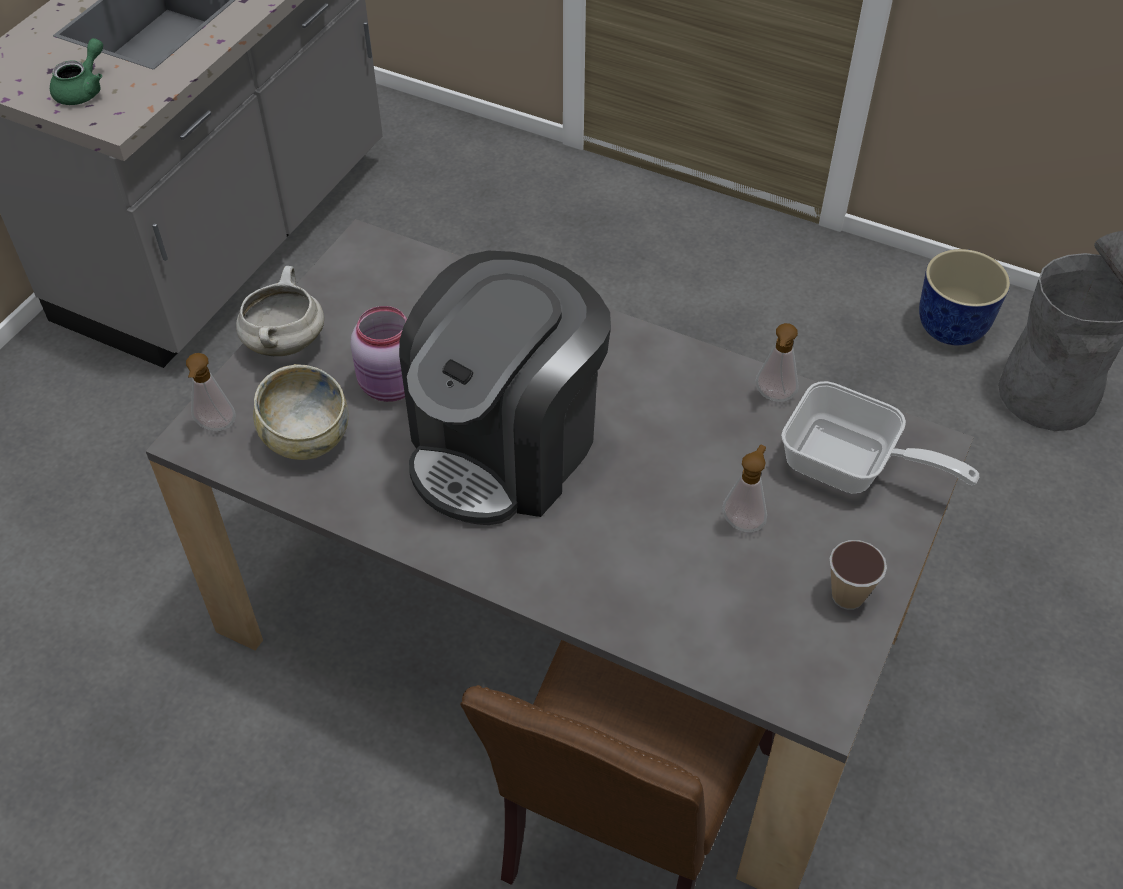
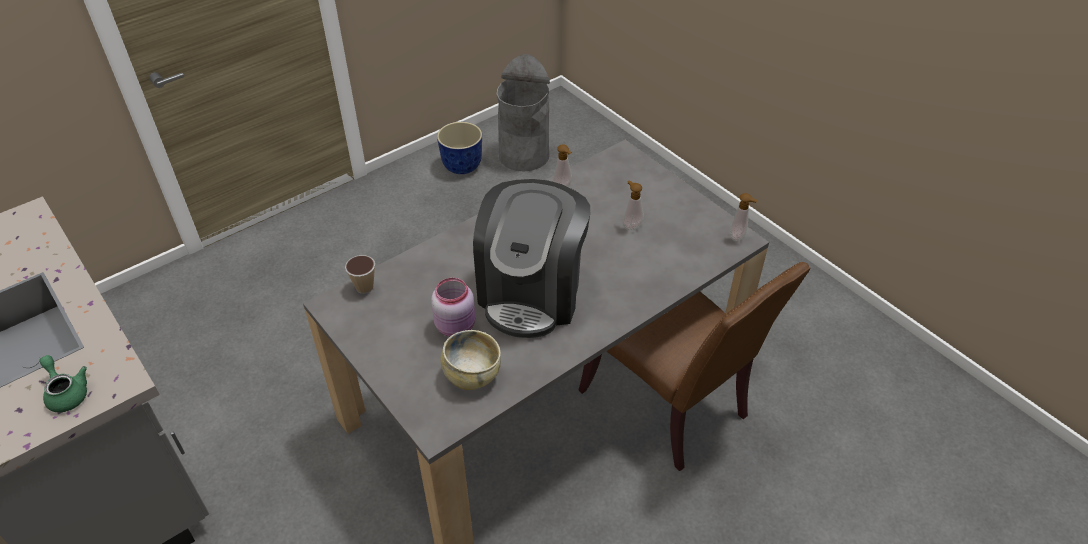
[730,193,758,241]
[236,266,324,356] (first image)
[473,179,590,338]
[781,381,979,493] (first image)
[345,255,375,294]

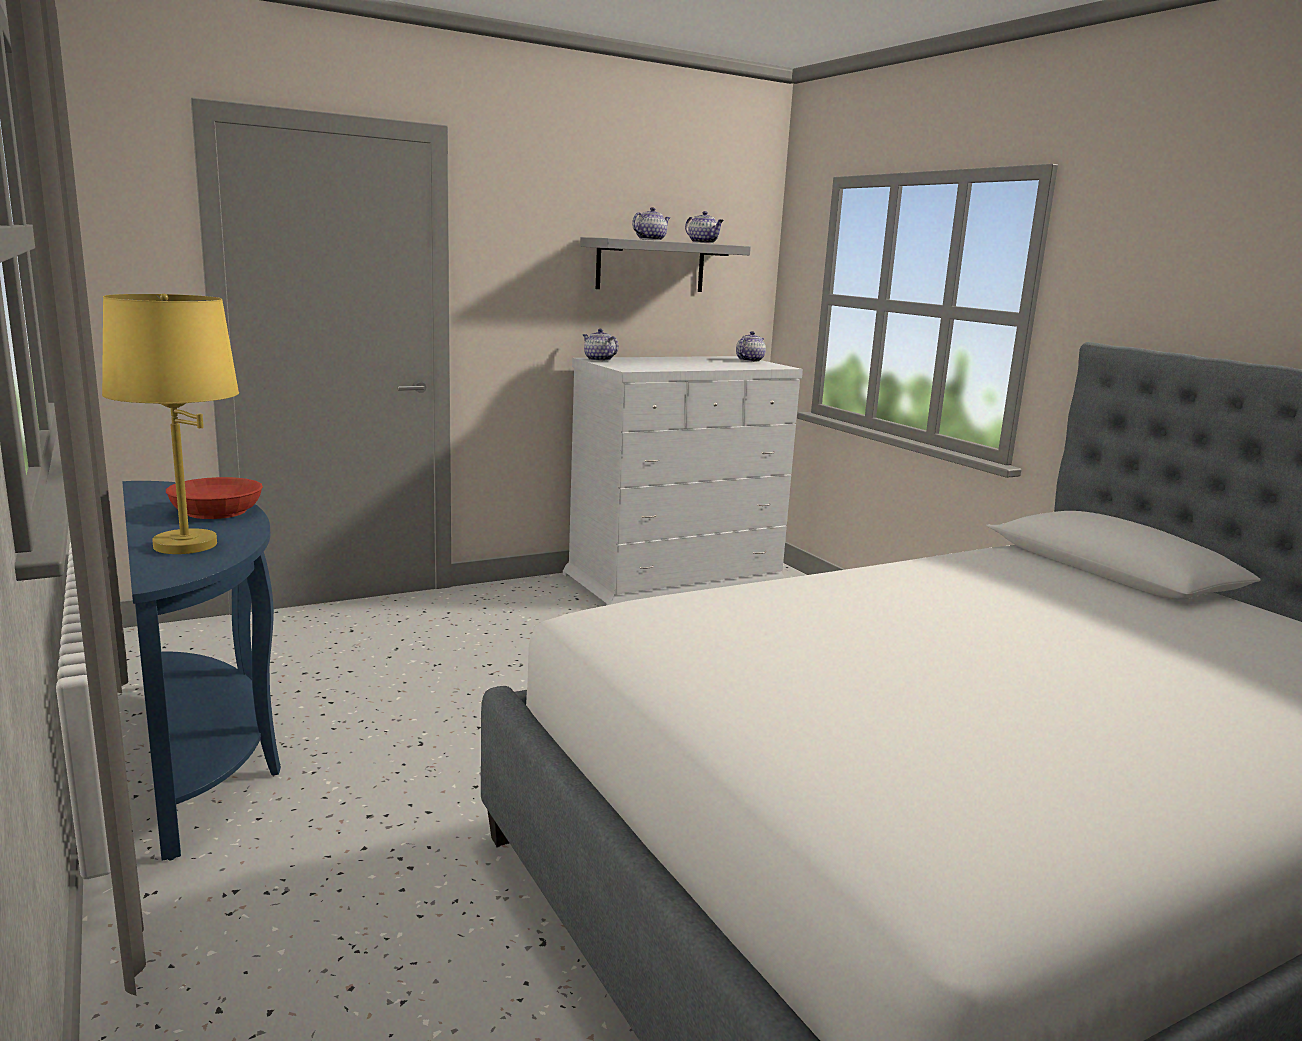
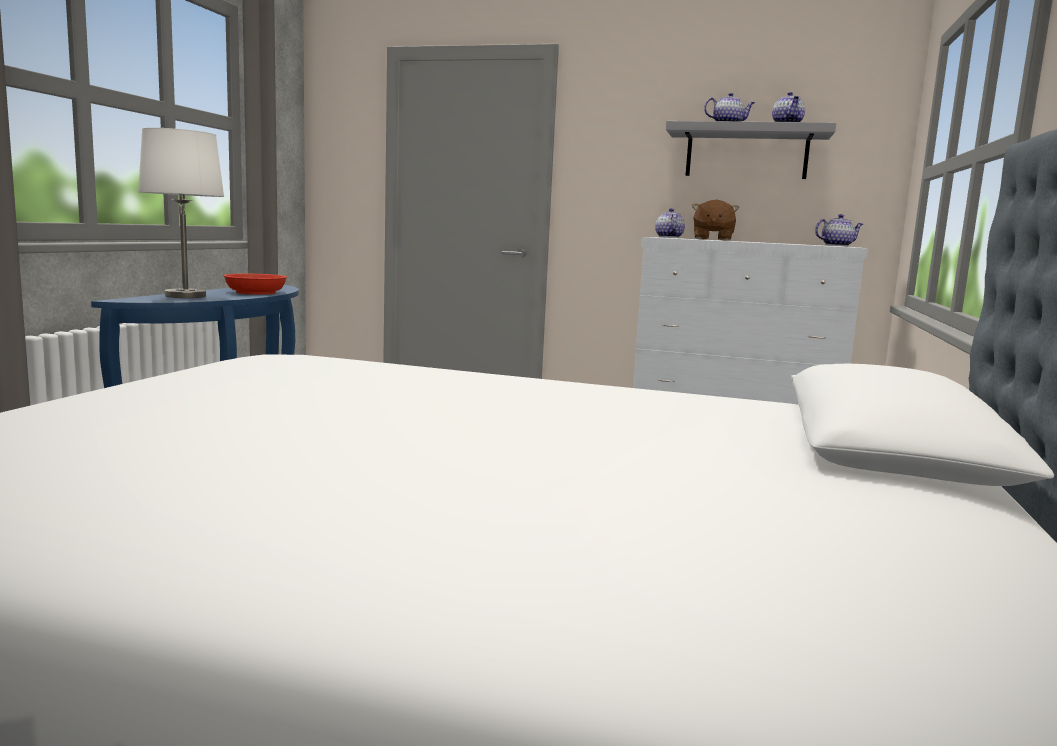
[138,128,224,298]
[692,199,739,240]

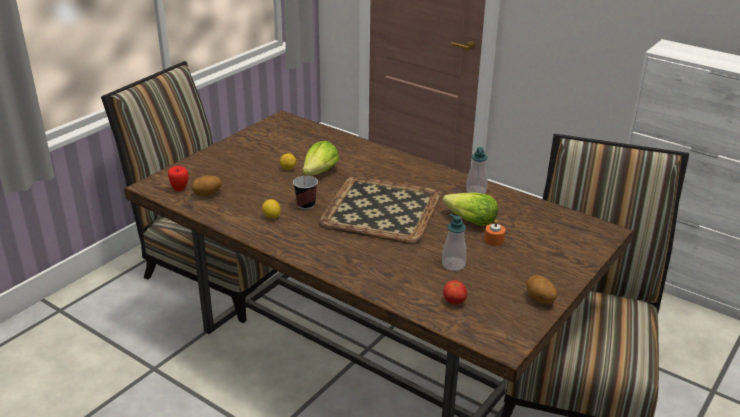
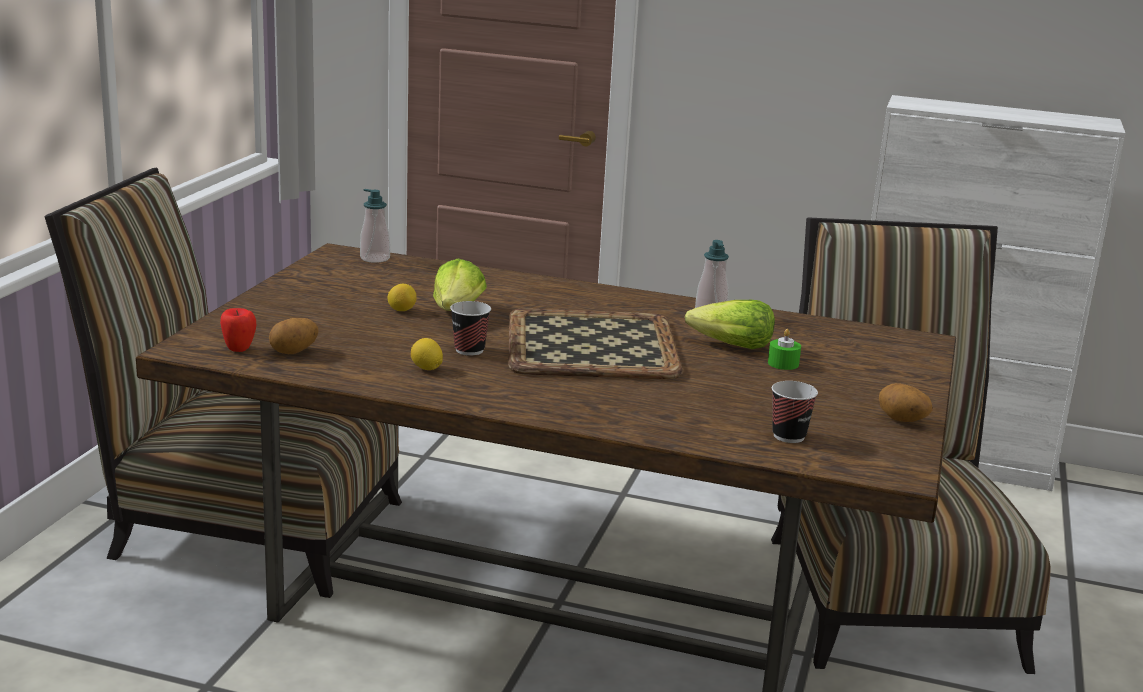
[360,189,390,263]
[772,381,818,443]
[768,329,801,370]

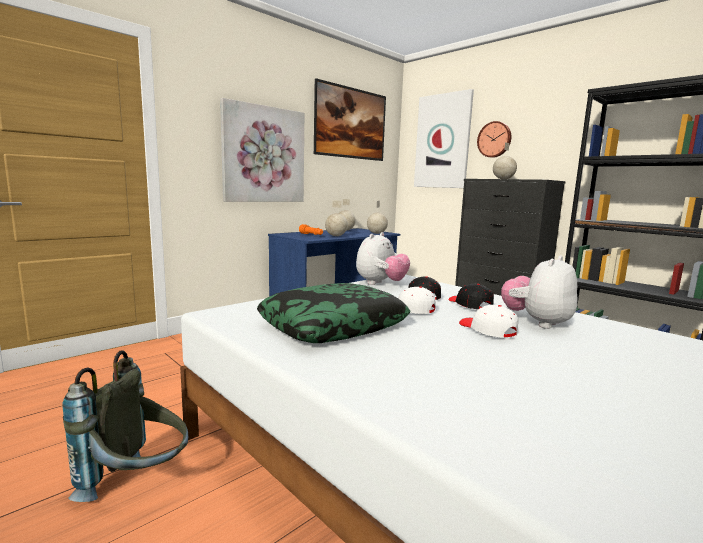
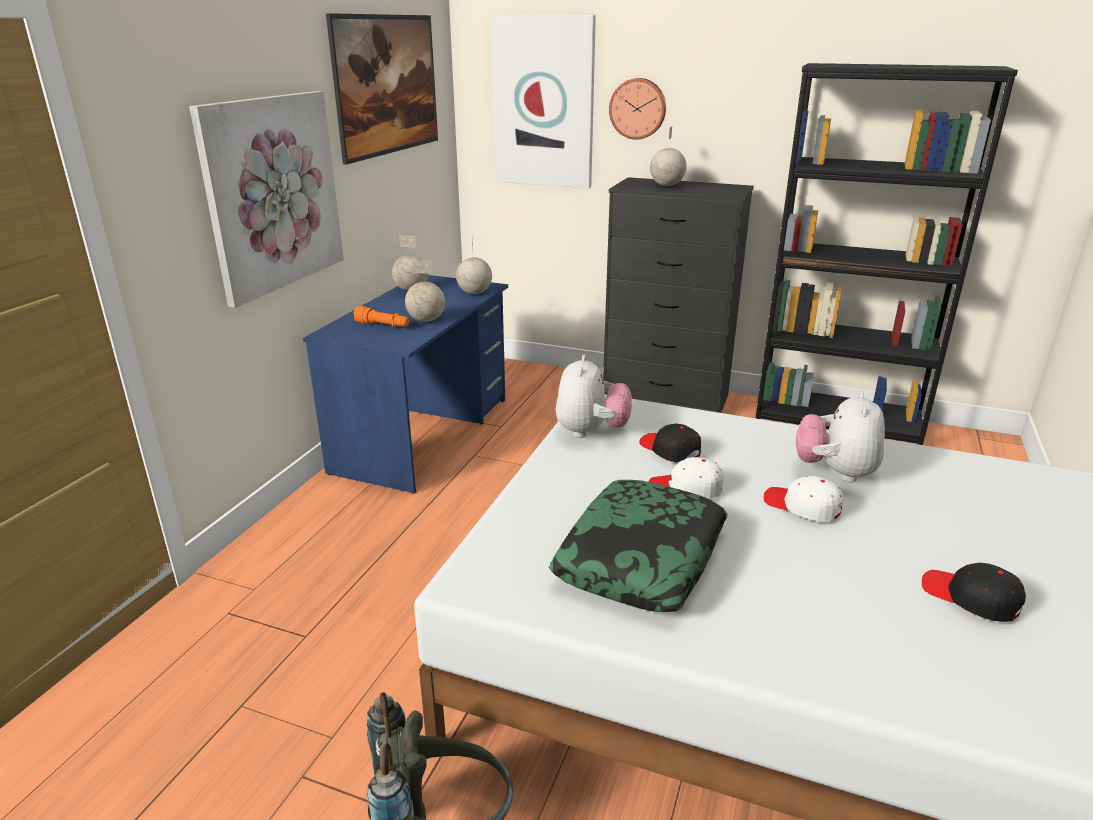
[922,563,1026,622]

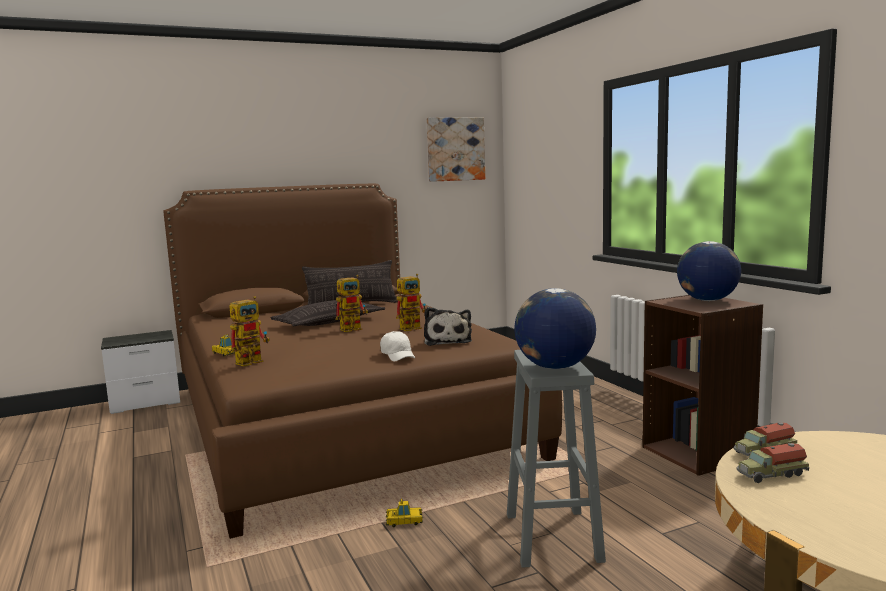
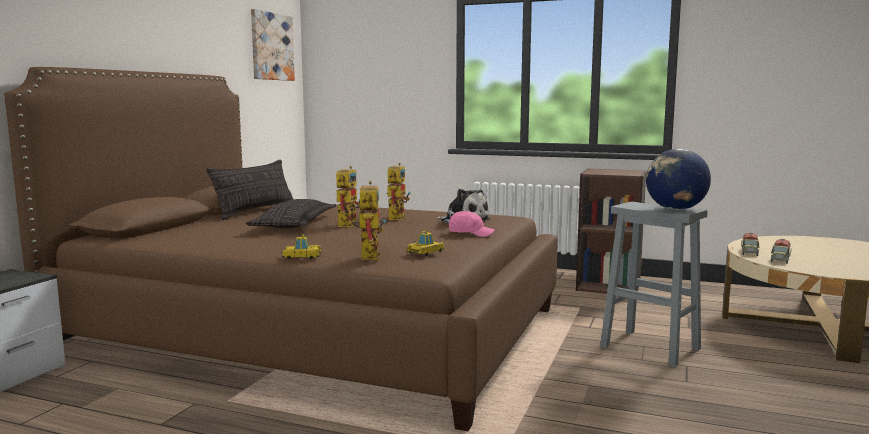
[449,211,495,237]
[407,230,444,256]
[677,241,741,301] (first image)

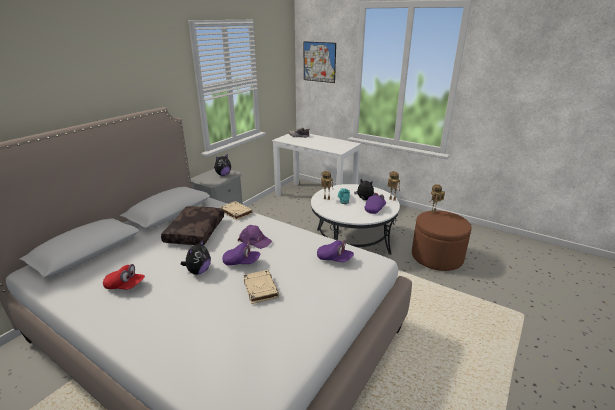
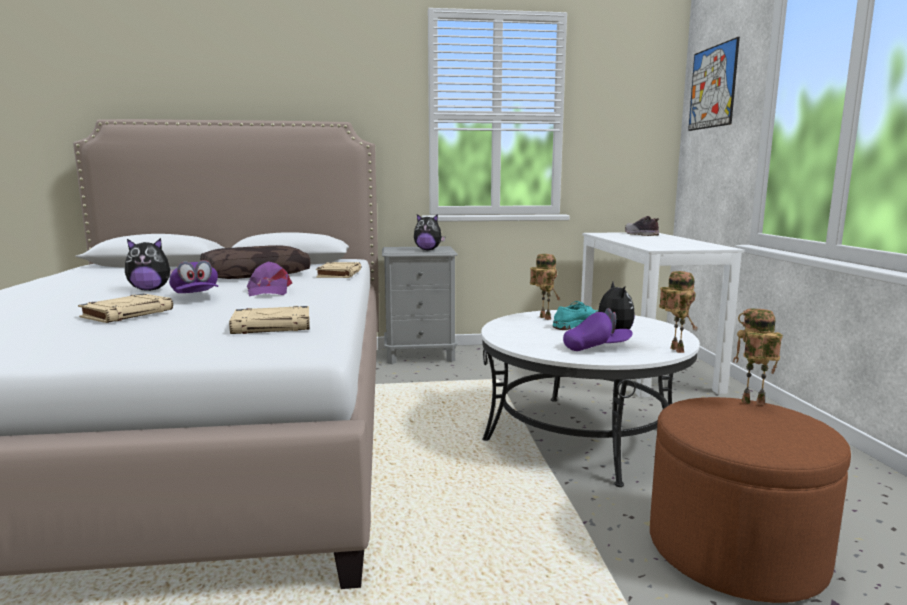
[103,264,145,290] (first image)
[229,306,310,334]

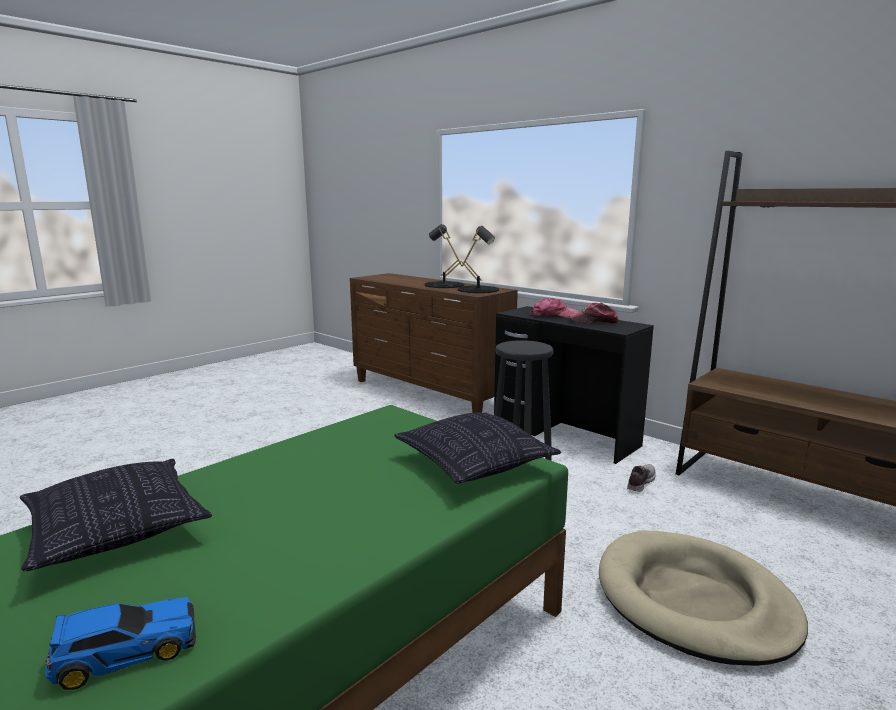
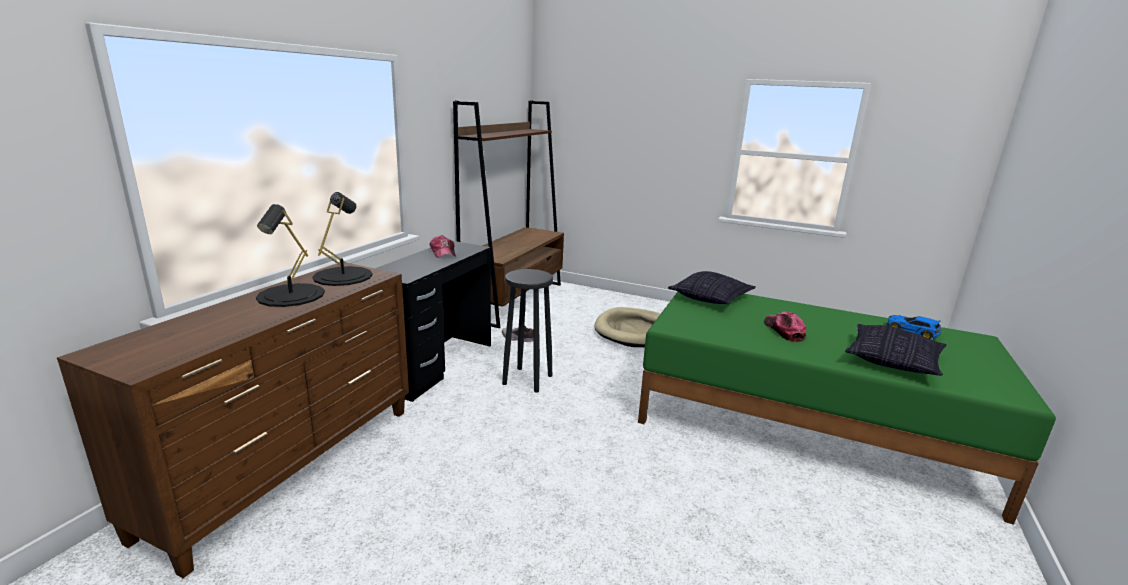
[764,312,806,342]

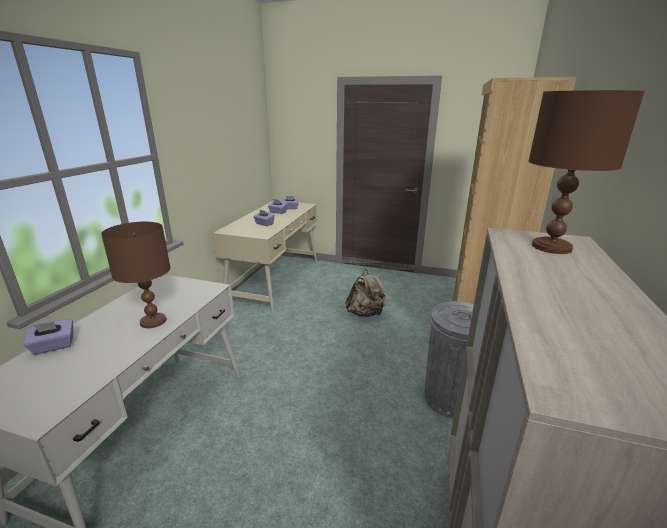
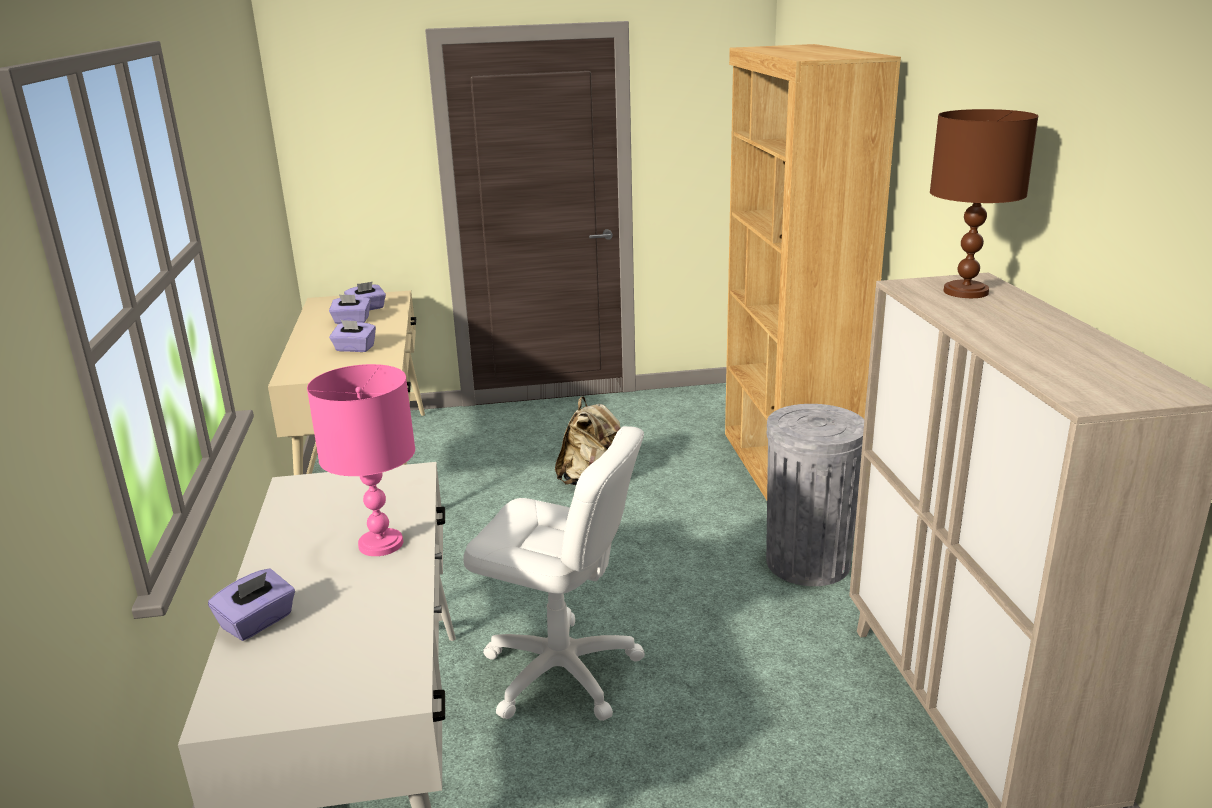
[307,364,415,556]
[463,426,645,721]

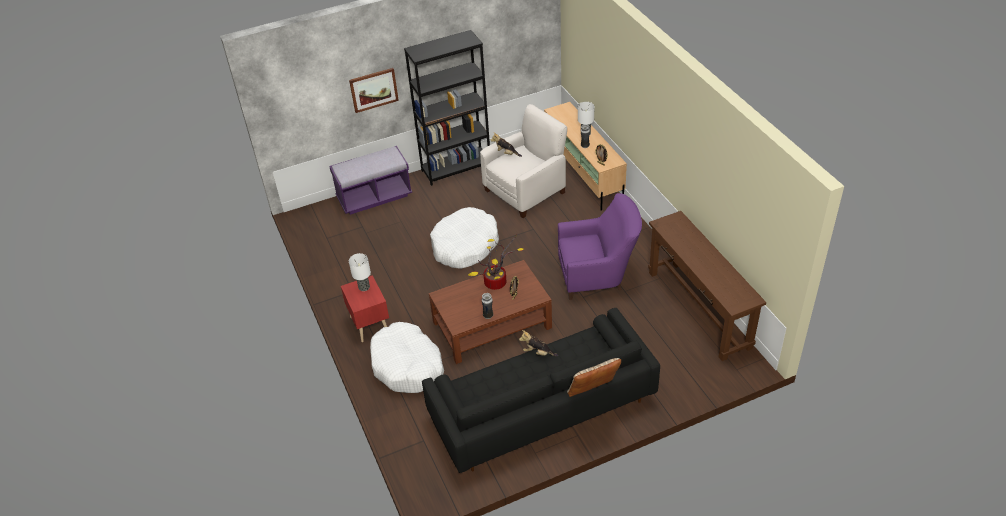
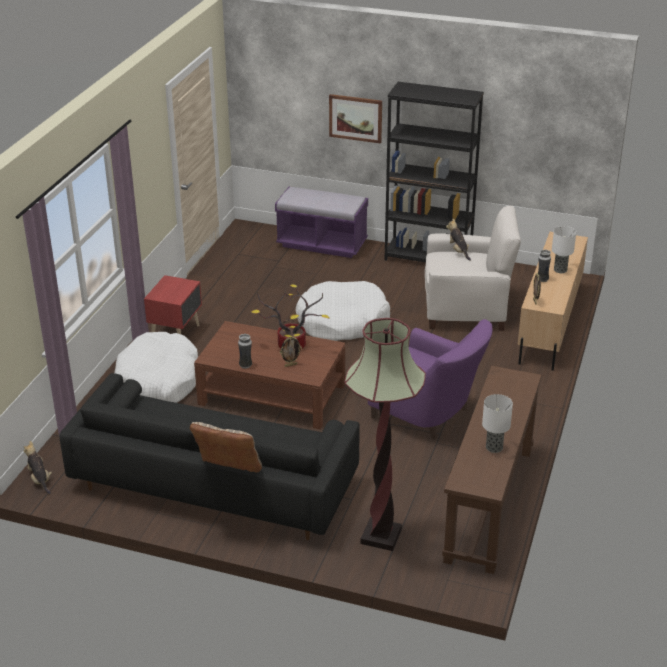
[482,394,513,453]
[24,441,52,494]
[344,318,426,551]

